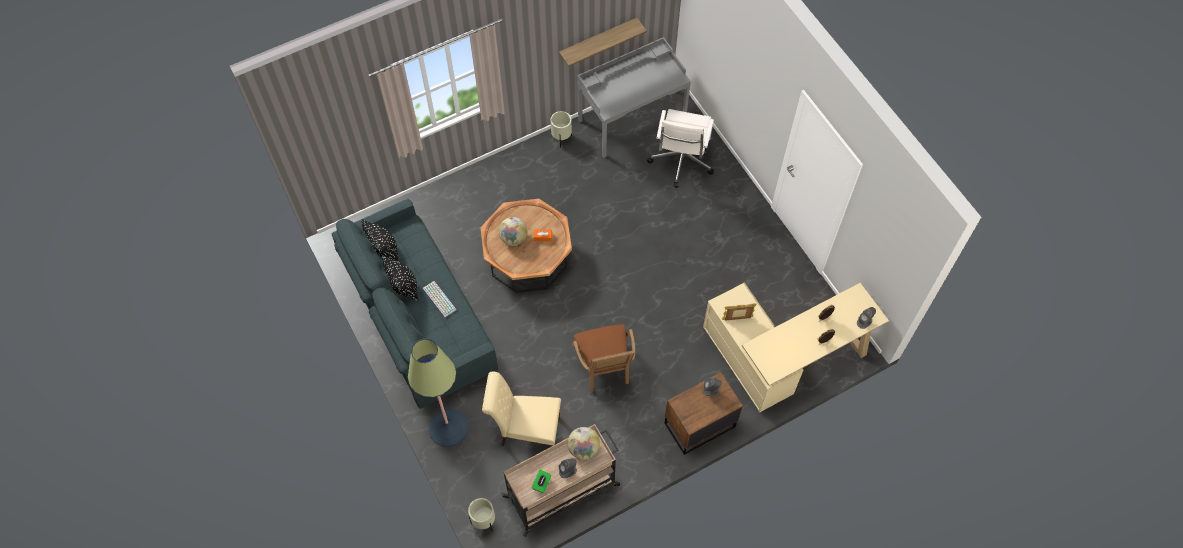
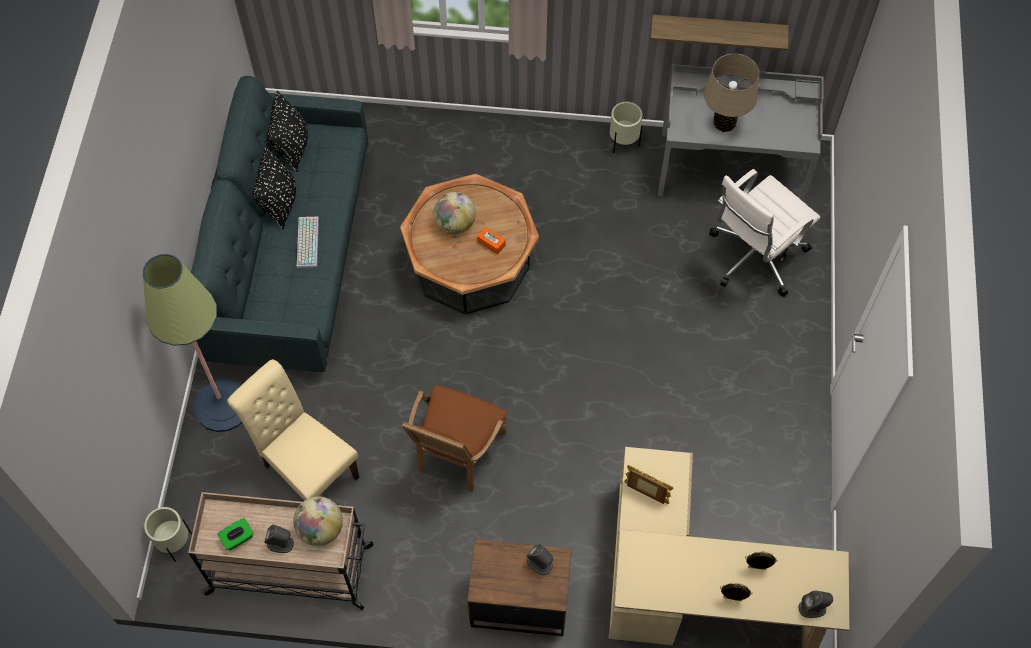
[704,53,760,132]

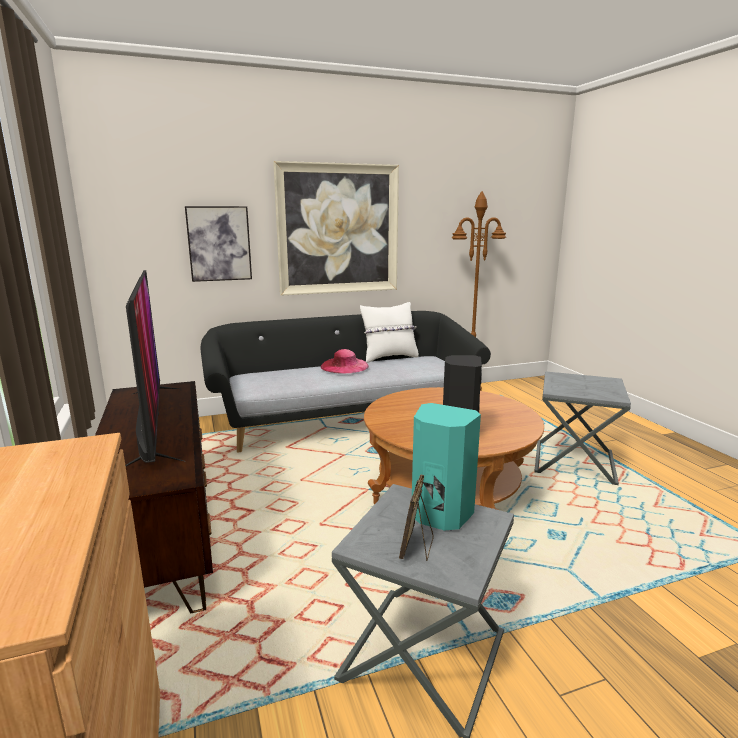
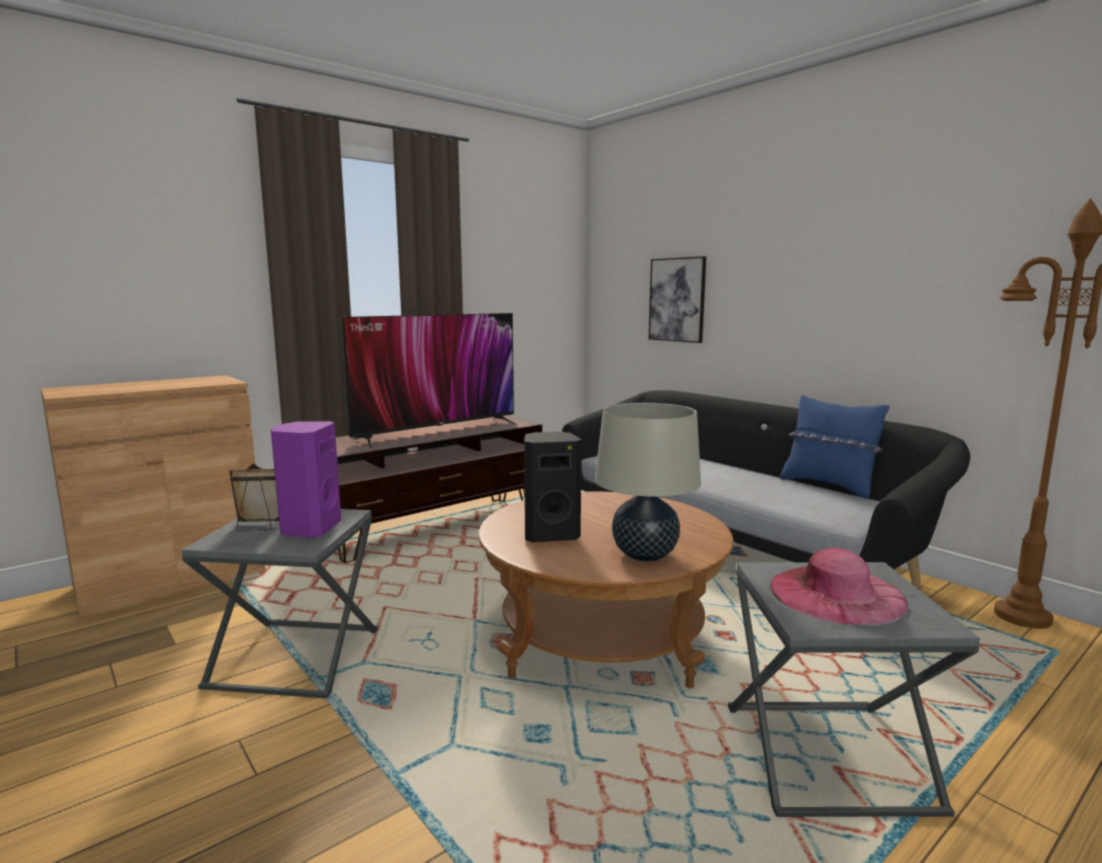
[273,161,399,295] (first image)
[770,548,908,626]
[779,395,889,499]
[271,421,341,538]
[595,403,701,562]

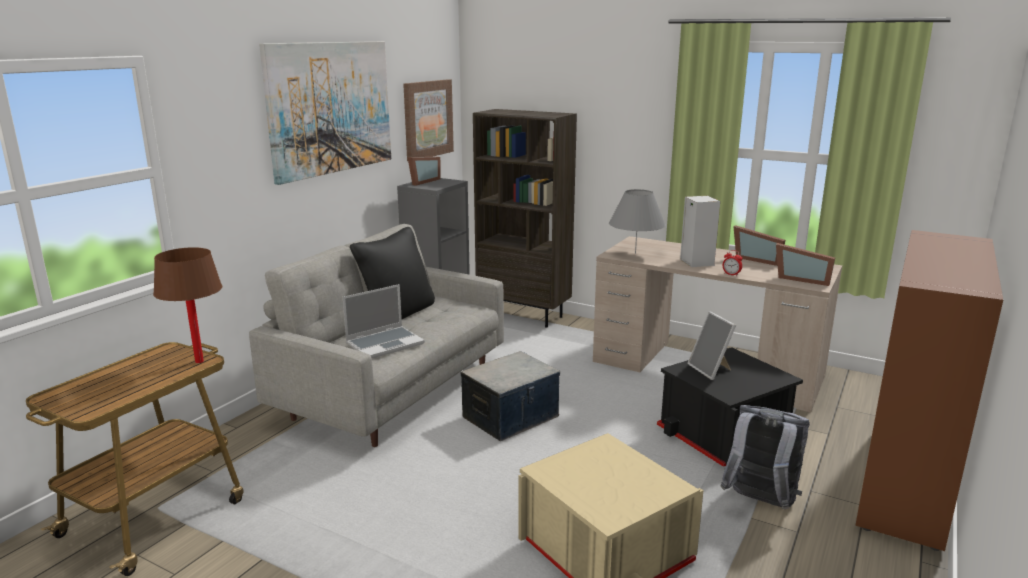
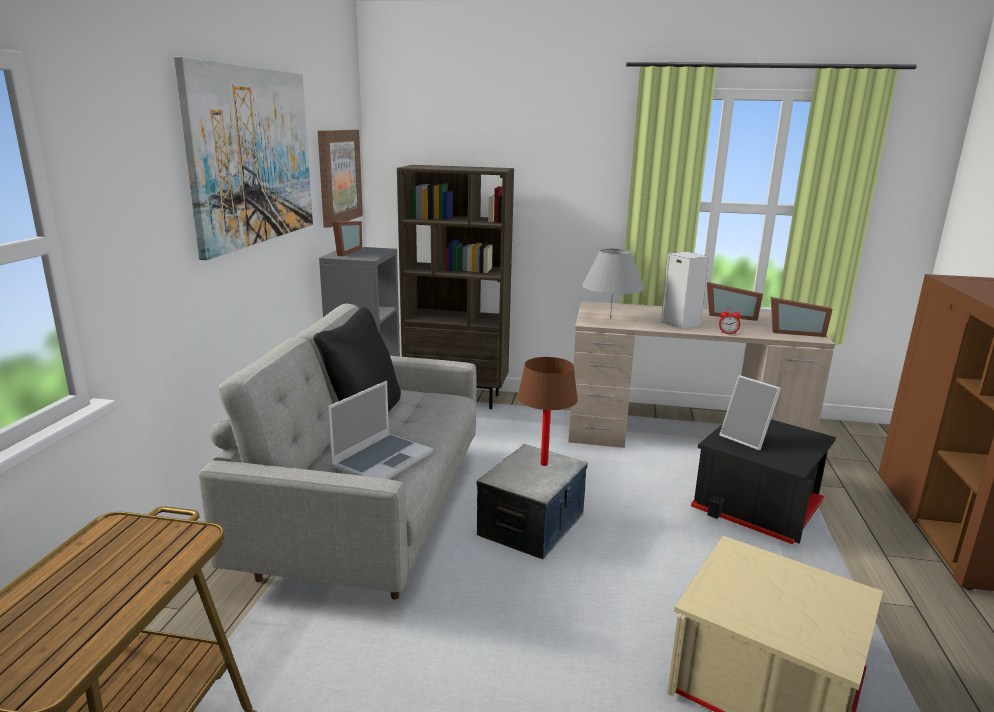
[517,357,578,466]
[721,405,810,509] (first image)

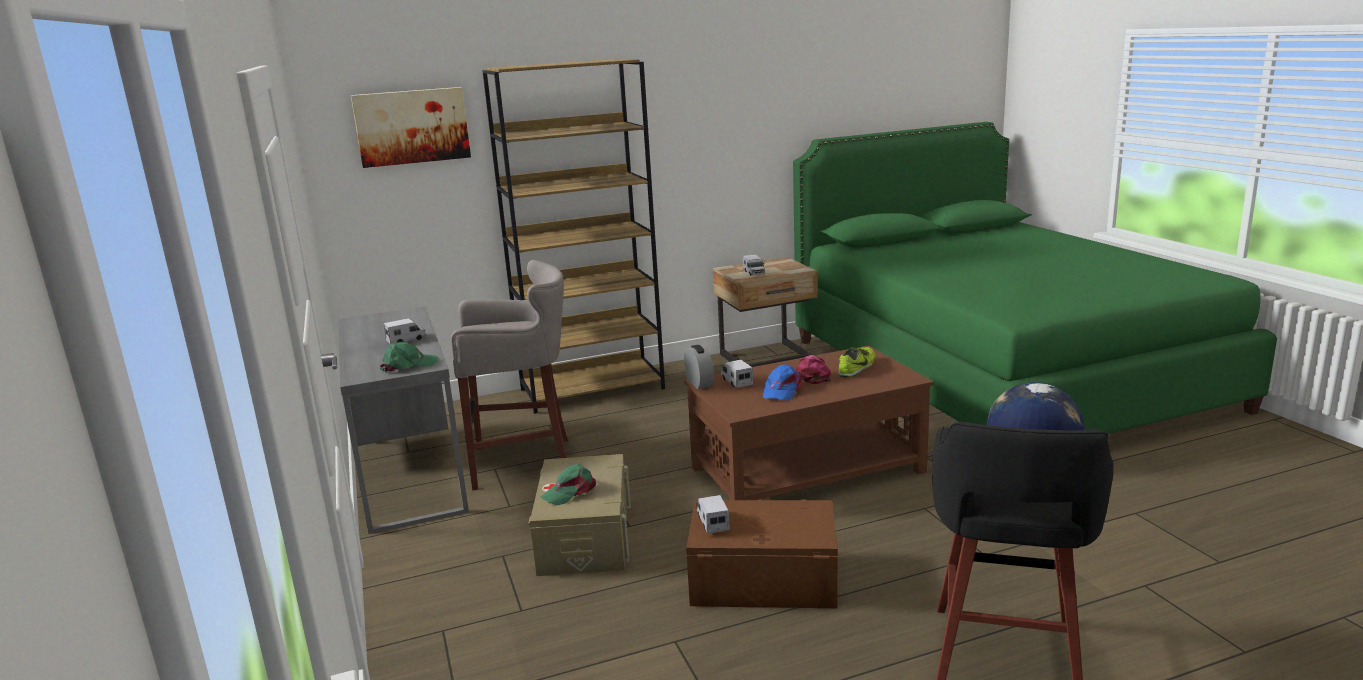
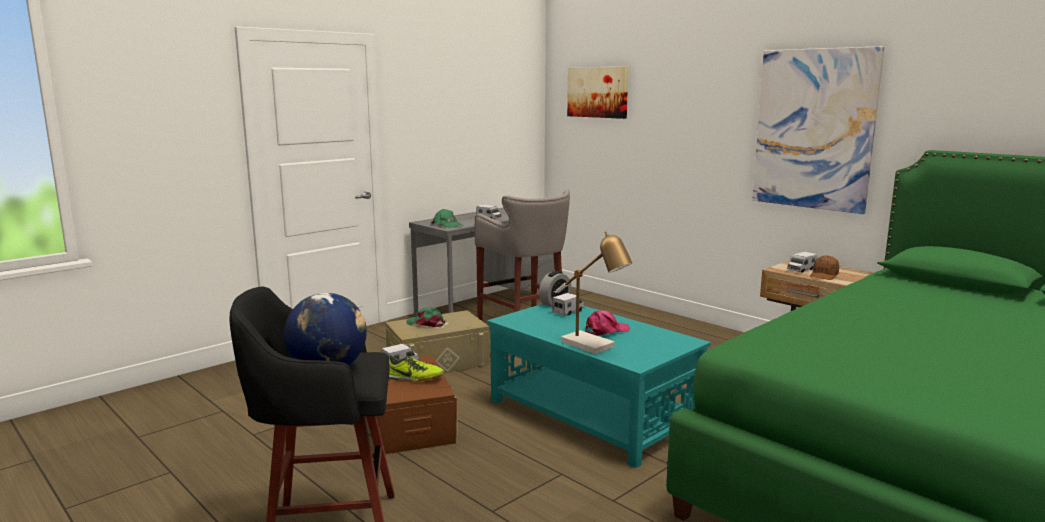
[482,59,665,414] (first image)
[487,304,711,468]
[763,364,803,400] (first image)
[389,355,444,381]
[556,232,632,354]
[752,46,884,214]
[810,255,839,280]

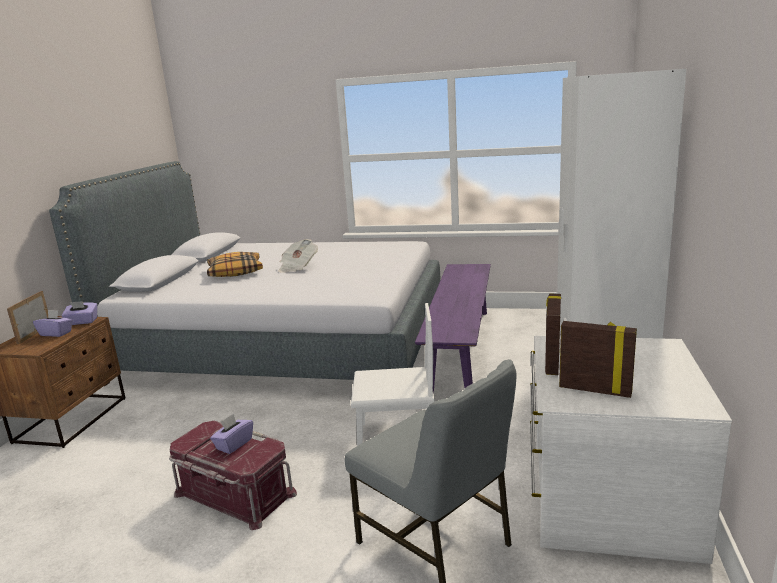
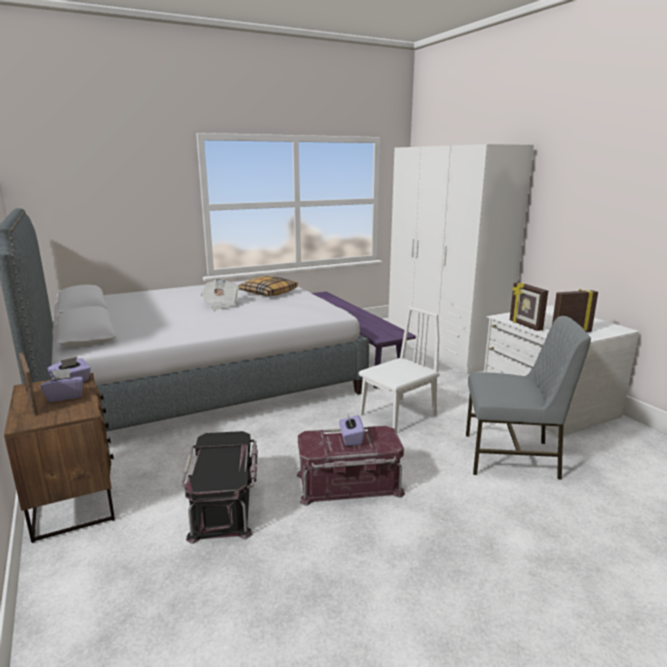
[239,276,298,296]
[181,431,258,544]

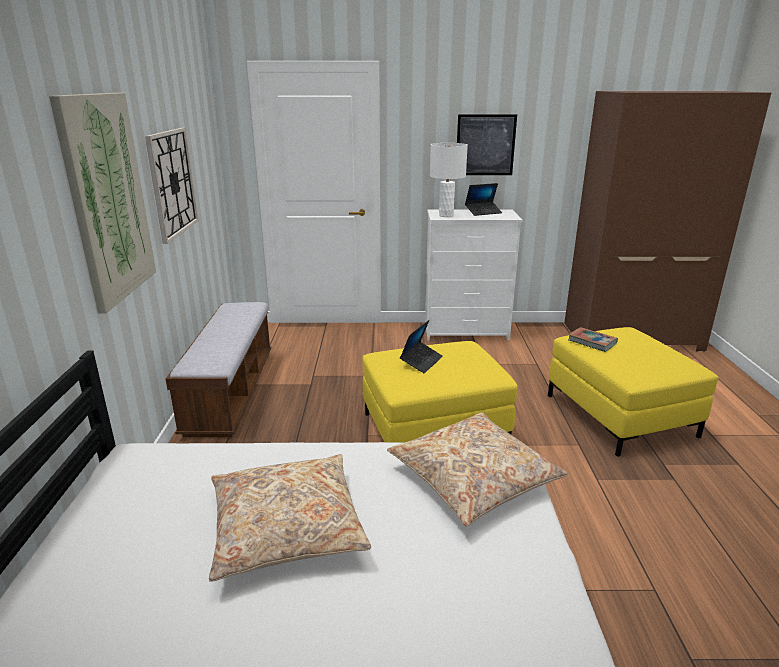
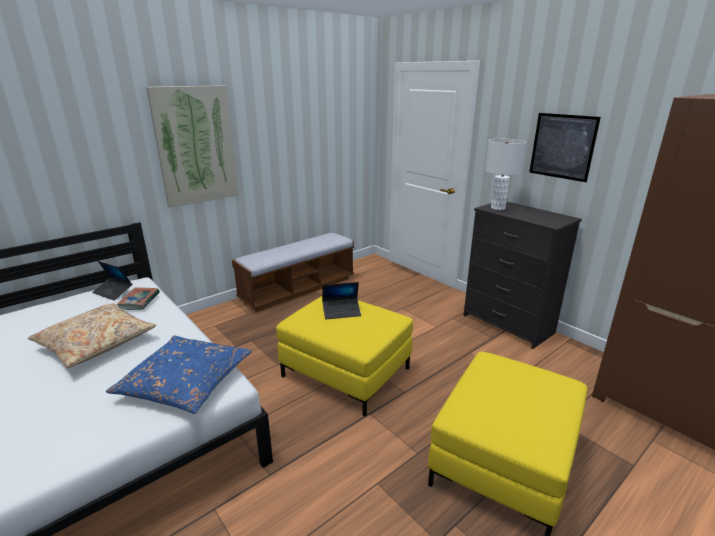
[145,128,199,244] (first image)
[106,336,252,414]
[464,201,582,349]
[92,261,132,301]
[116,287,160,310]

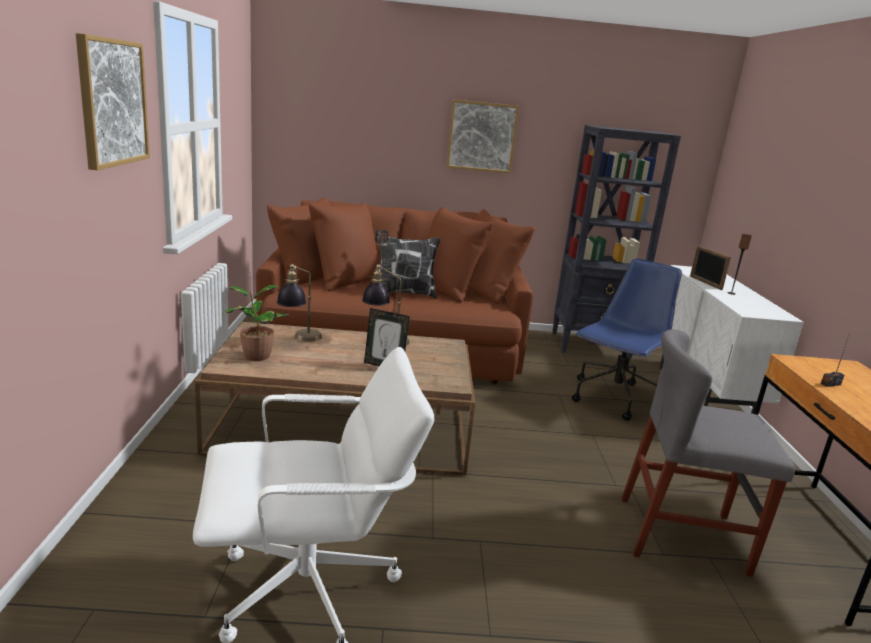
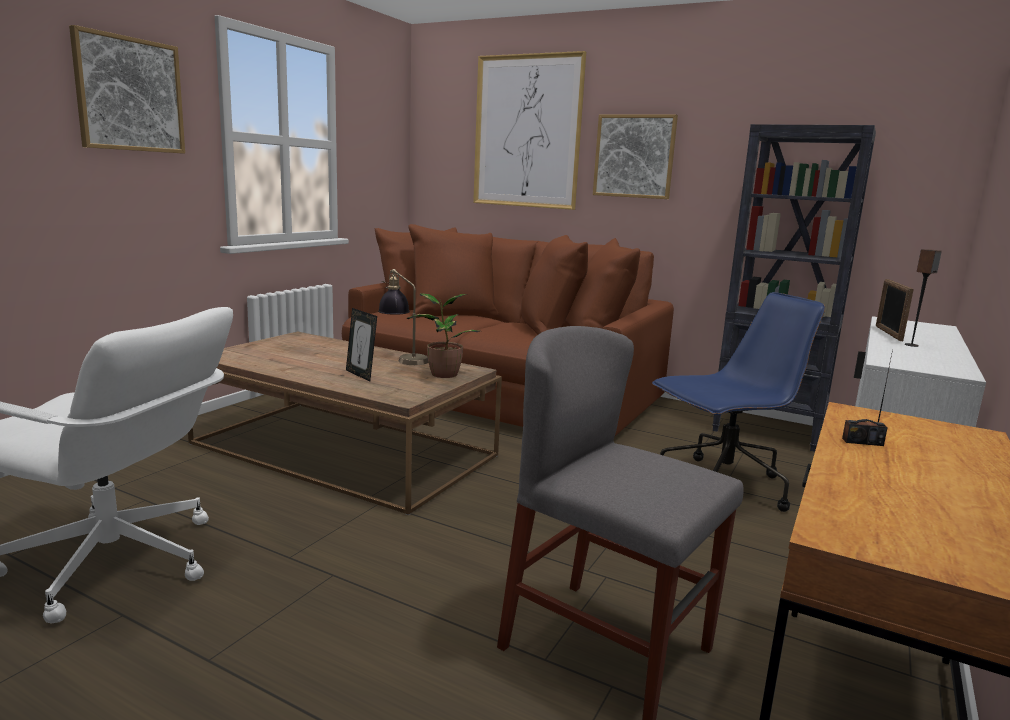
[407,293,479,378]
[277,264,322,342] (first image)
[375,229,441,298] (first image)
[473,51,586,210]

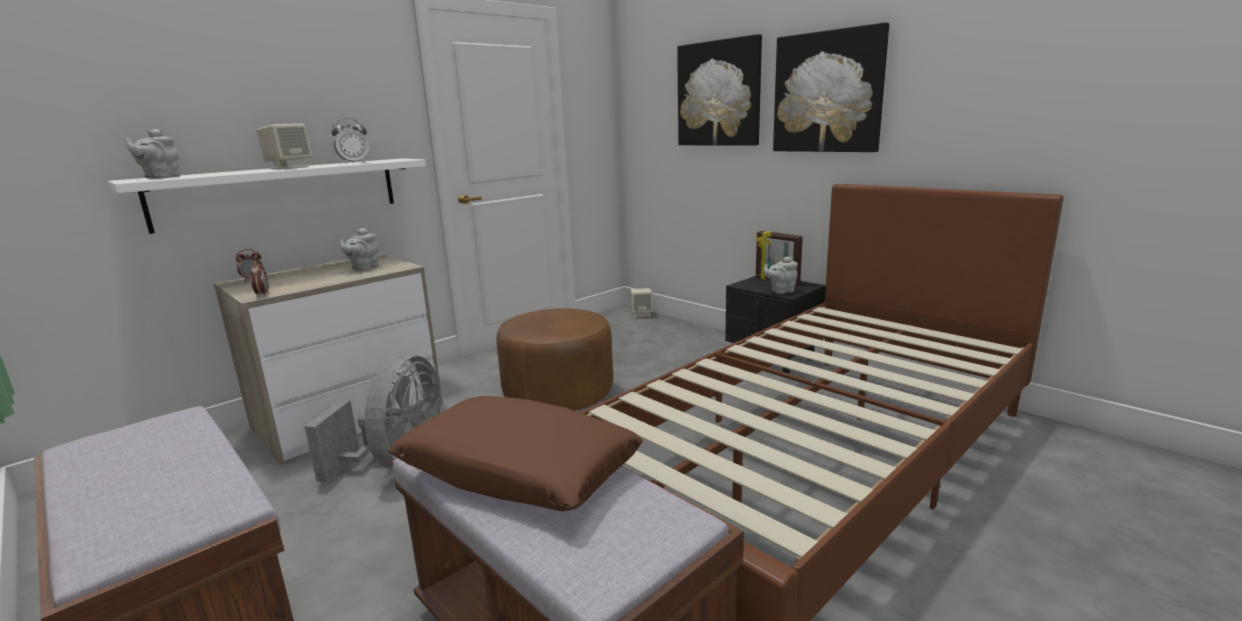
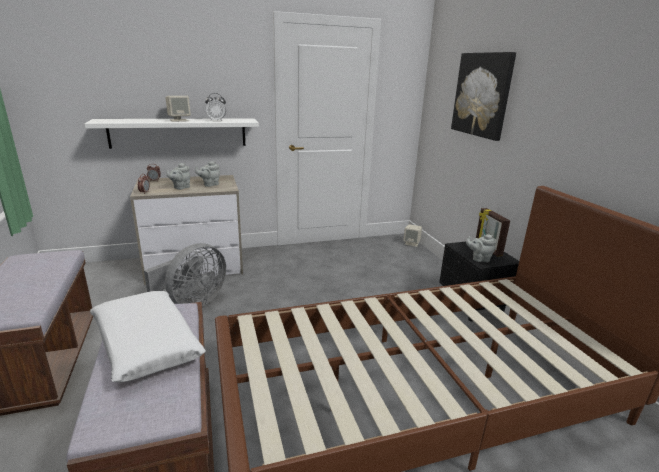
[166,163,190,190]
[90,291,206,382]
[496,308,613,411] (first image)
[773,22,889,152] (first image)

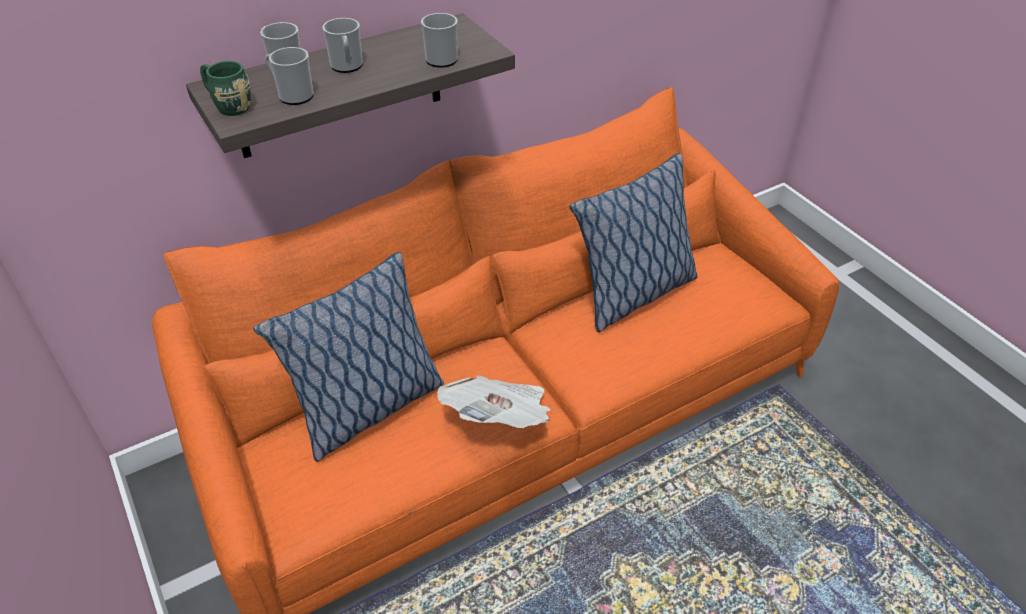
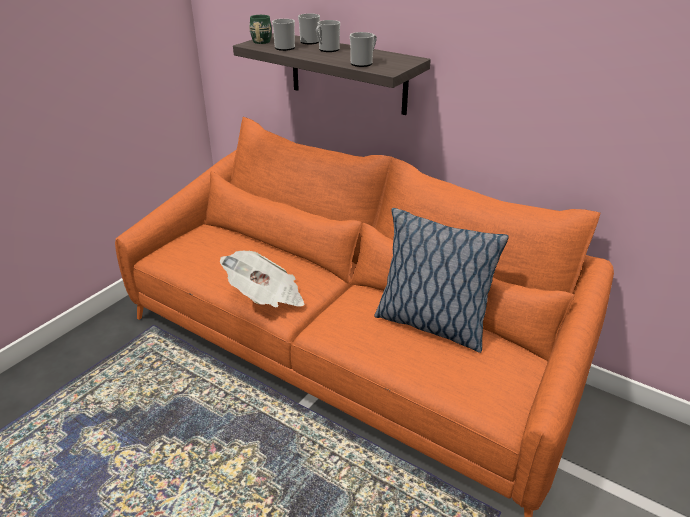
[253,252,444,462] (first image)

